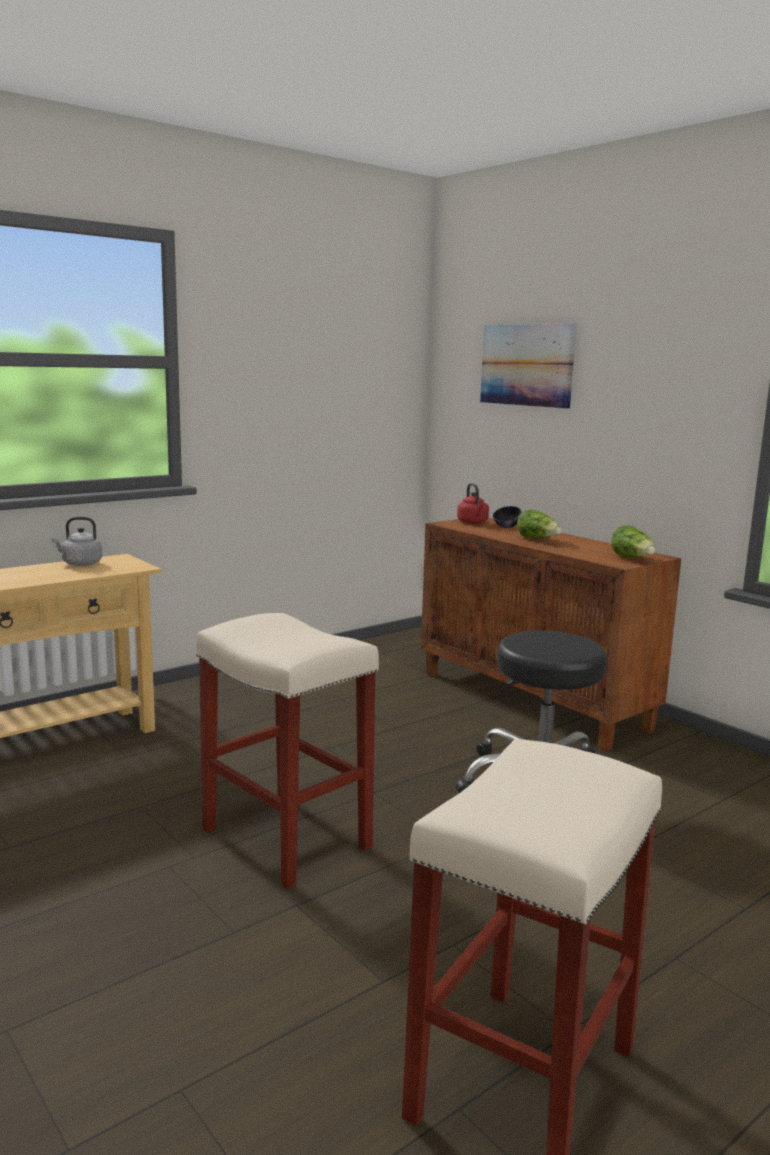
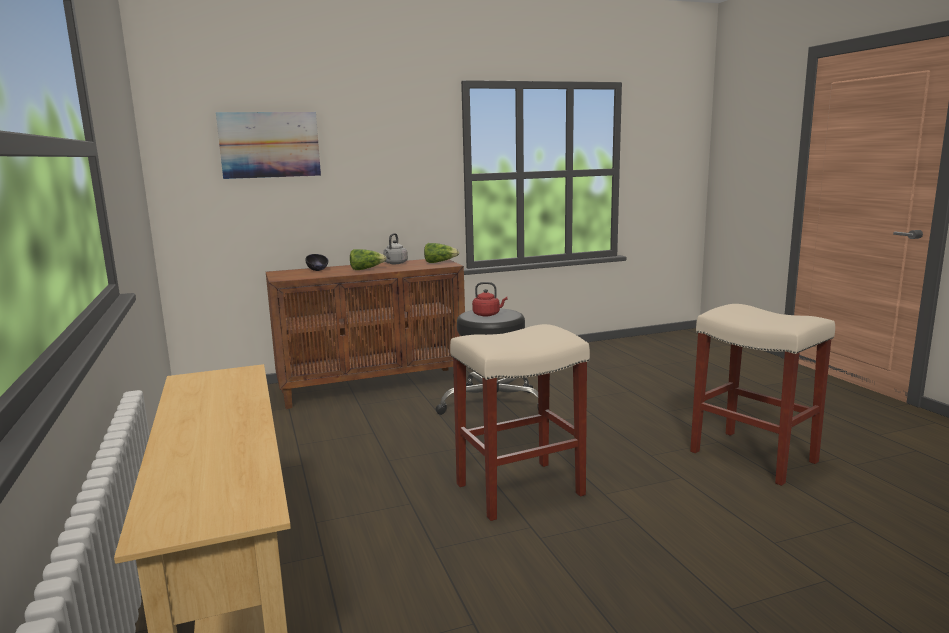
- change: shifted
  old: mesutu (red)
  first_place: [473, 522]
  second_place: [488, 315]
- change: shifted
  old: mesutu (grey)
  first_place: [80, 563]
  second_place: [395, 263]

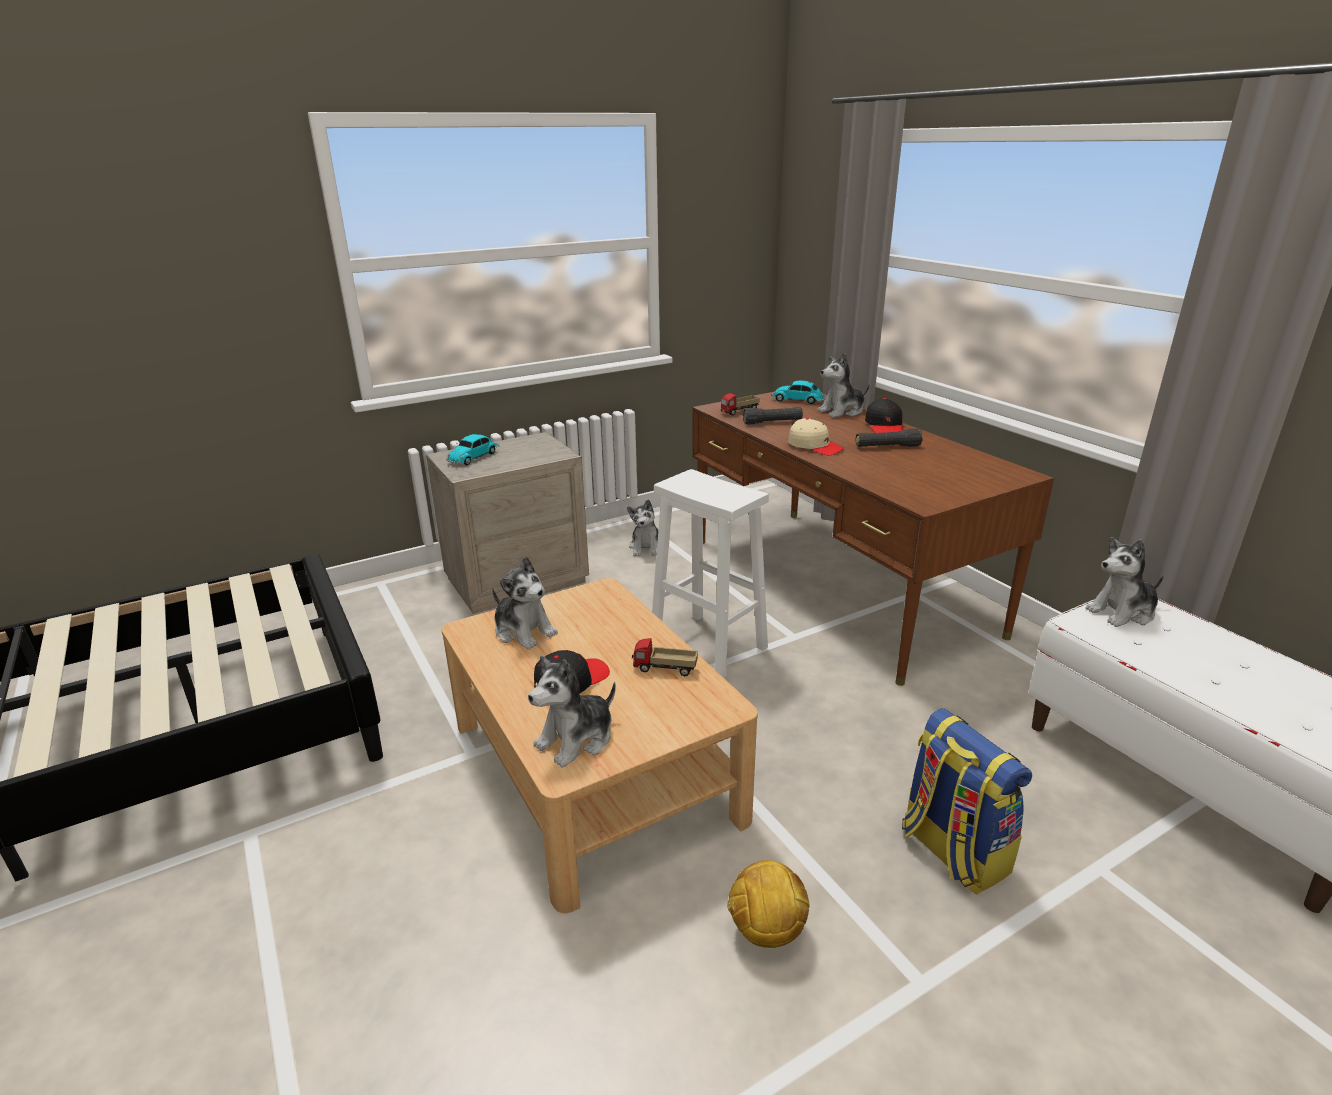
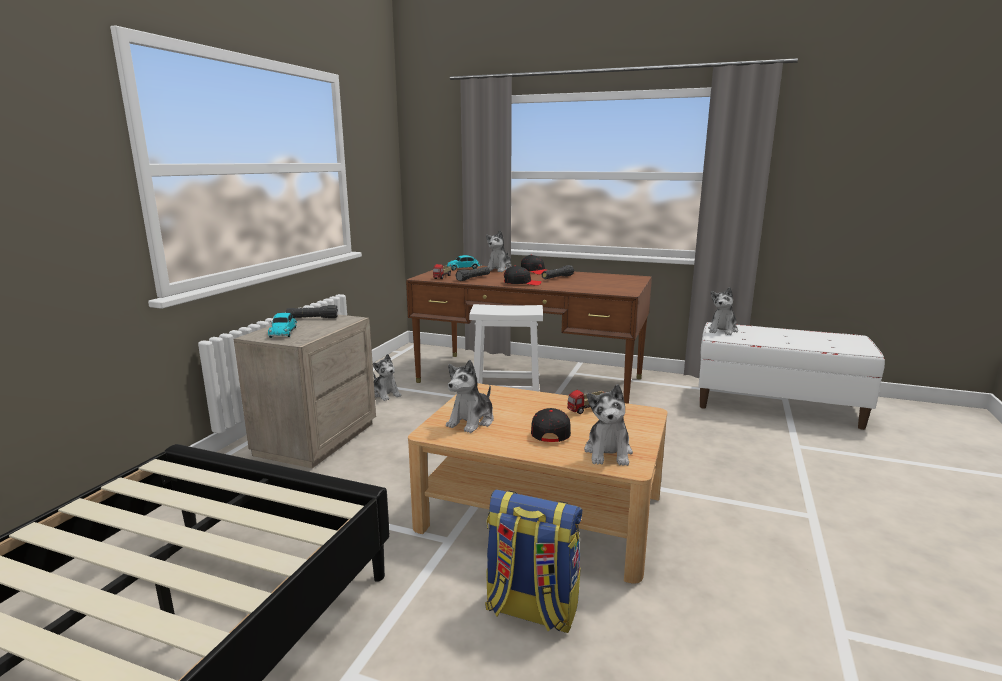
- change: repainted
  old: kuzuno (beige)
  new: kuzuno (black)
  first_place: [815, 446]
  second_place: [522, 283]
- change: rotated
  old: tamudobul
  first_place: [524, 631]
  second_place: [471, 421]
  degrees: 120
- change: shifted
  old: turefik
  first_place: [951, 851]
  second_place: [531, 610]
- change: gone
  old: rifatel
  first_place: [766, 931]
- change: new
  new: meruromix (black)
  second_place: [312, 318]

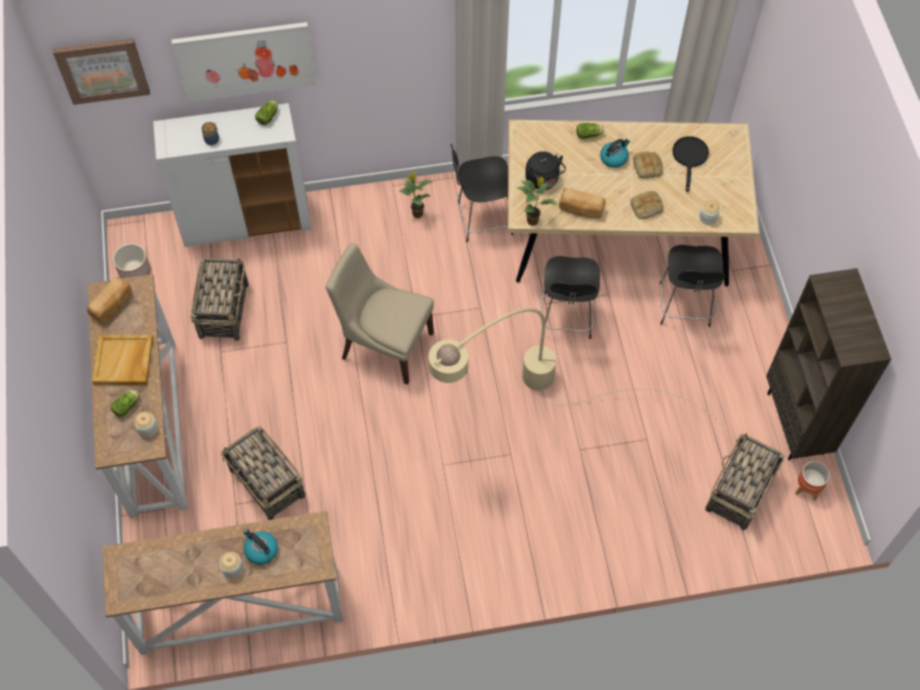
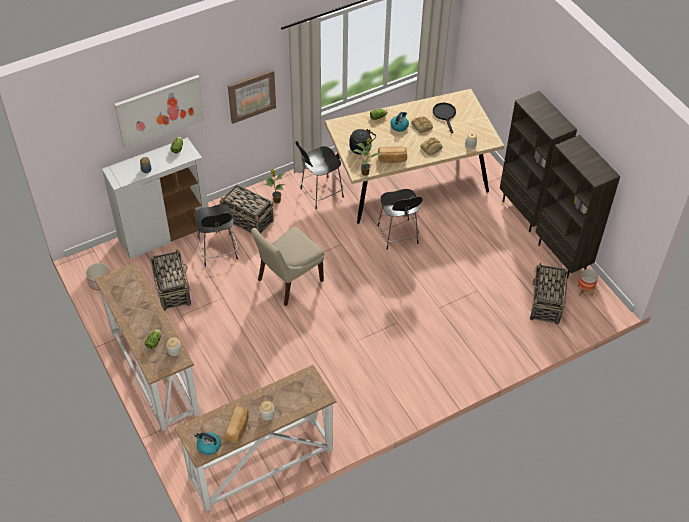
- change: shifted
  old: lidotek
  first_place: [102, 70]
  second_place: [251, 95]
- change: rotated
  old: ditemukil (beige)
  first_place: [384, 344]
  second_place: [288, 281]
  degrees: -45
- change: shifted
  old: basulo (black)
  first_place: [684, 307]
  second_place: [218, 251]
- change: shifted
  old: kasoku
  first_place: [113, 305]
  second_place: [238, 428]
- change: gone
  old: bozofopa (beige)
  first_place: [524, 412]
- change: gone
  old: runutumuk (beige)
  first_place: [124, 361]
- change: shifted
  old: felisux
  first_place: [267, 483]
  second_place: [248, 220]
- change: shifted
  old: mesutu
  first_place: [261, 550]
  second_place: [208, 446]
- change: new
  new: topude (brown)
  second_place: [526, 212]

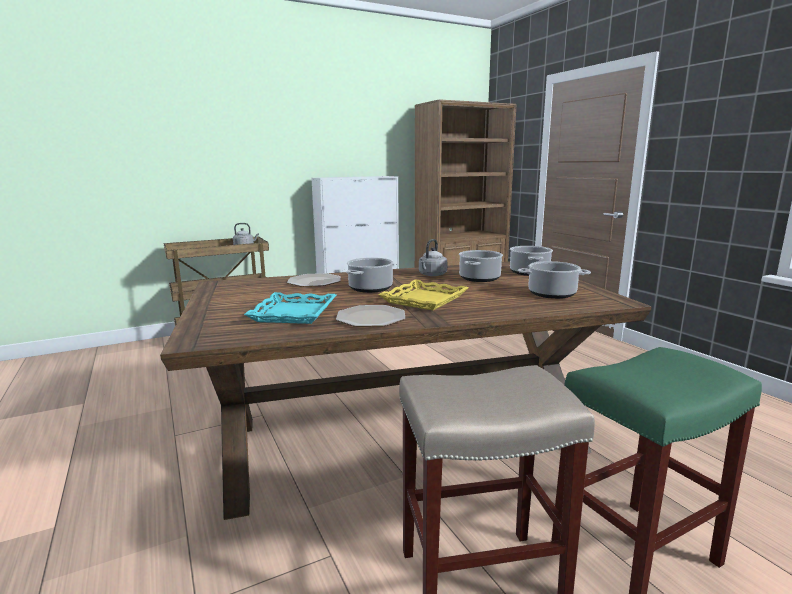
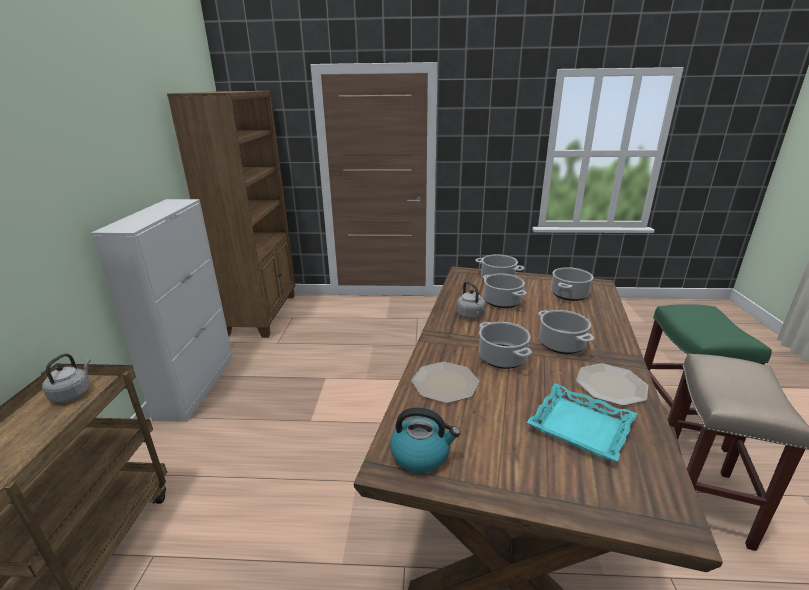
- change: swapped
  old: runutumuk (yellow)
  new: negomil
  first_place: [424, 300]
  second_place: [562, 344]
- change: new
  new: mesutu
  second_place: [421, 454]

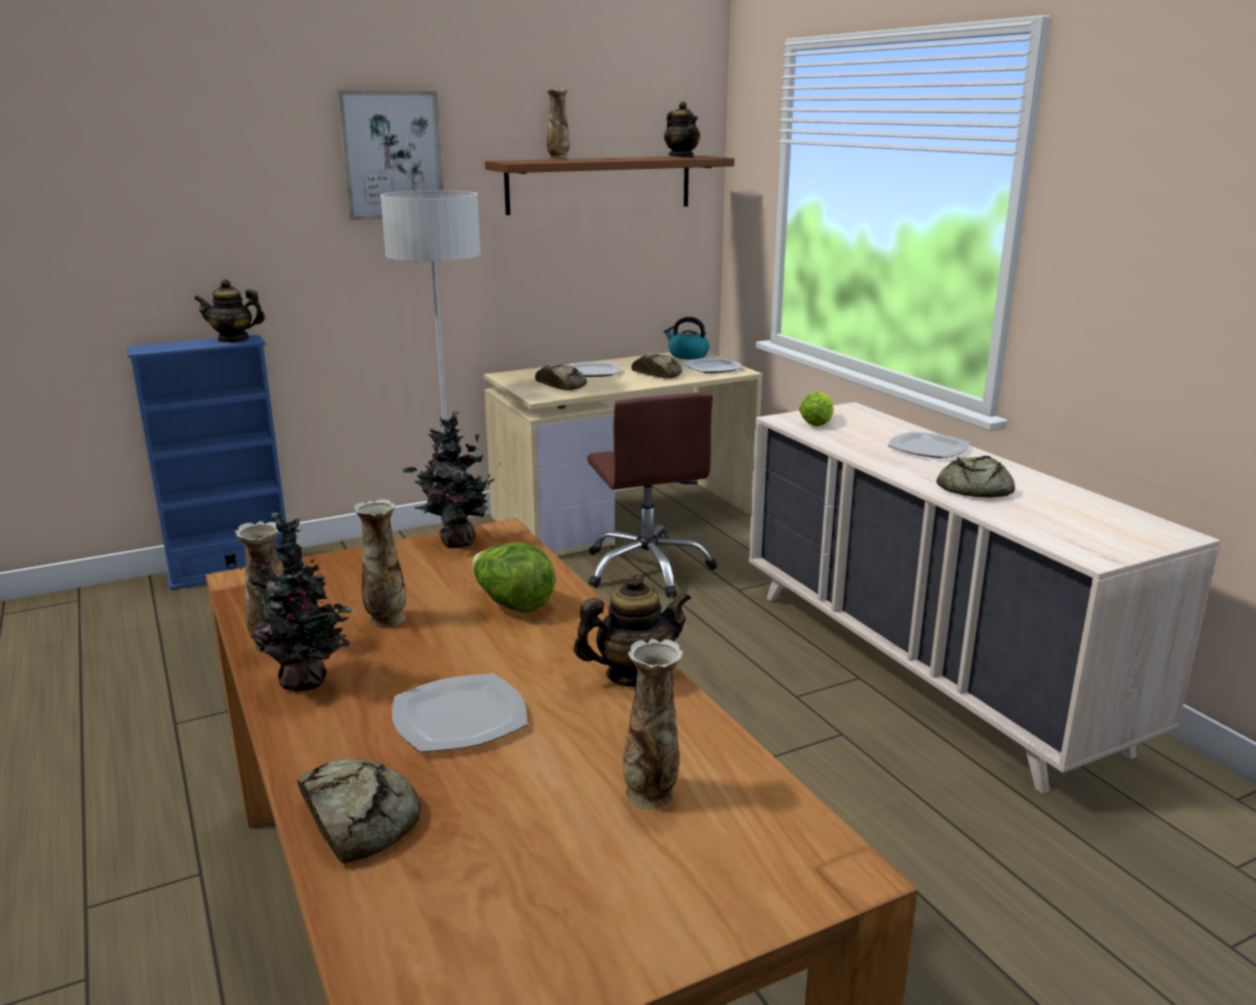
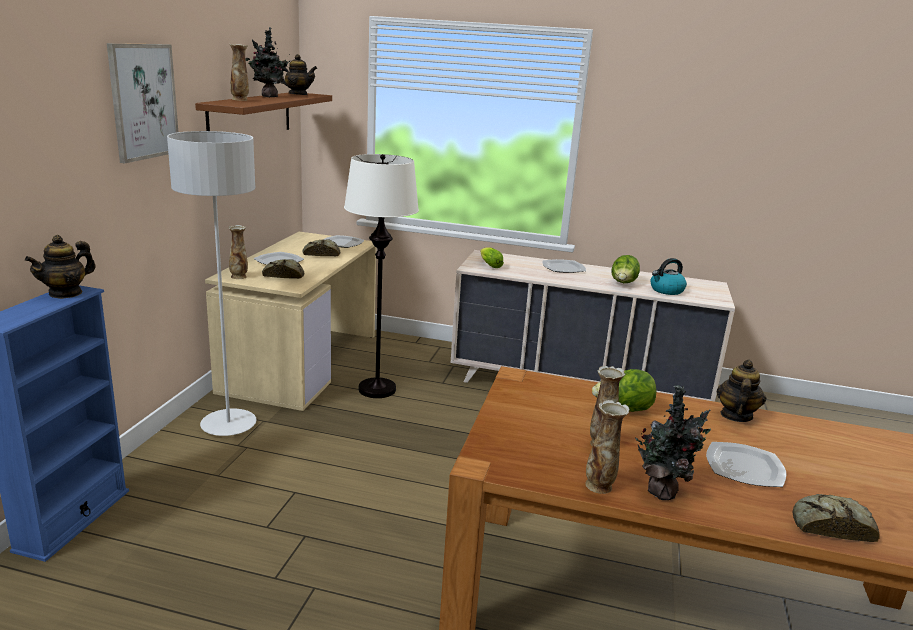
- change: shifted
  old: mesutu
  first_place: [687, 355]
  second_place: [666, 290]
- change: swapped
  old: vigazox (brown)
  new: bozofopa (white)
  first_place: [648, 568]
  second_place: [377, 389]
- change: shifted
  old: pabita
  first_place: [455, 543]
  second_place: [268, 96]
- change: swapped
  old: kasoku
  new: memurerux
  first_place: [972, 488]
  second_place: [623, 284]
- change: shifted
  old: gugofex
  first_place: [651, 793]
  second_place: [239, 277]

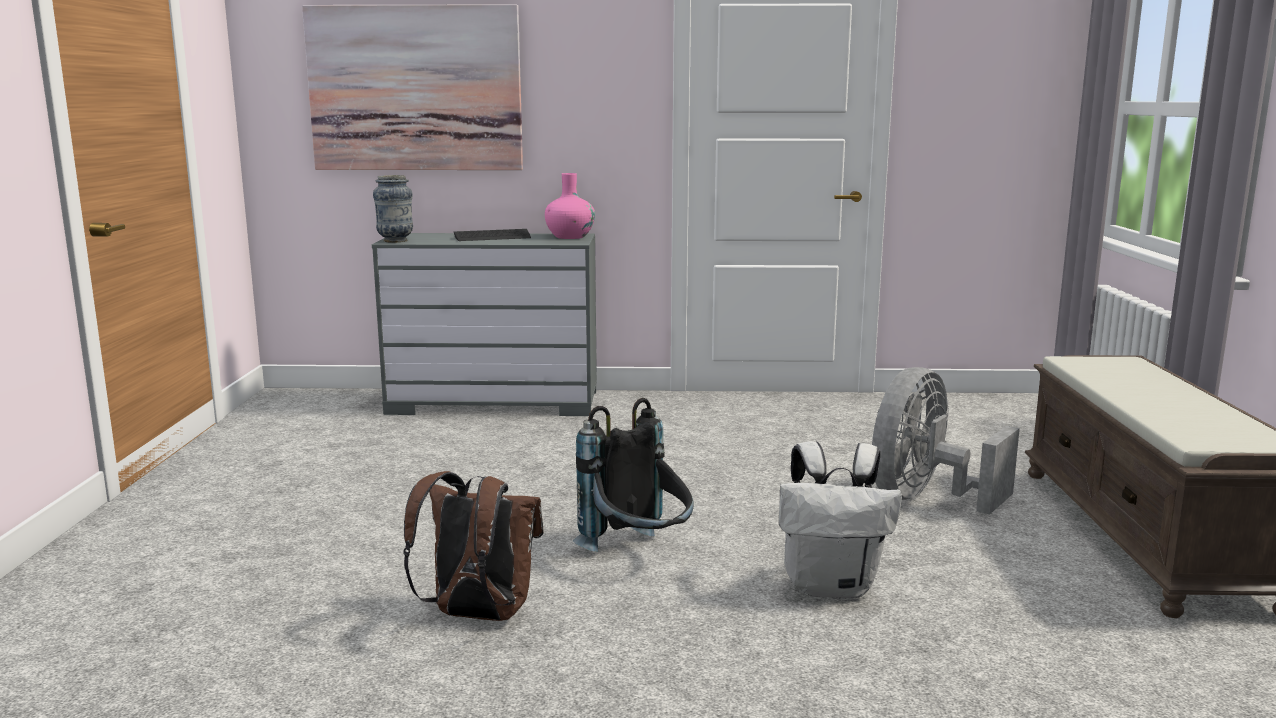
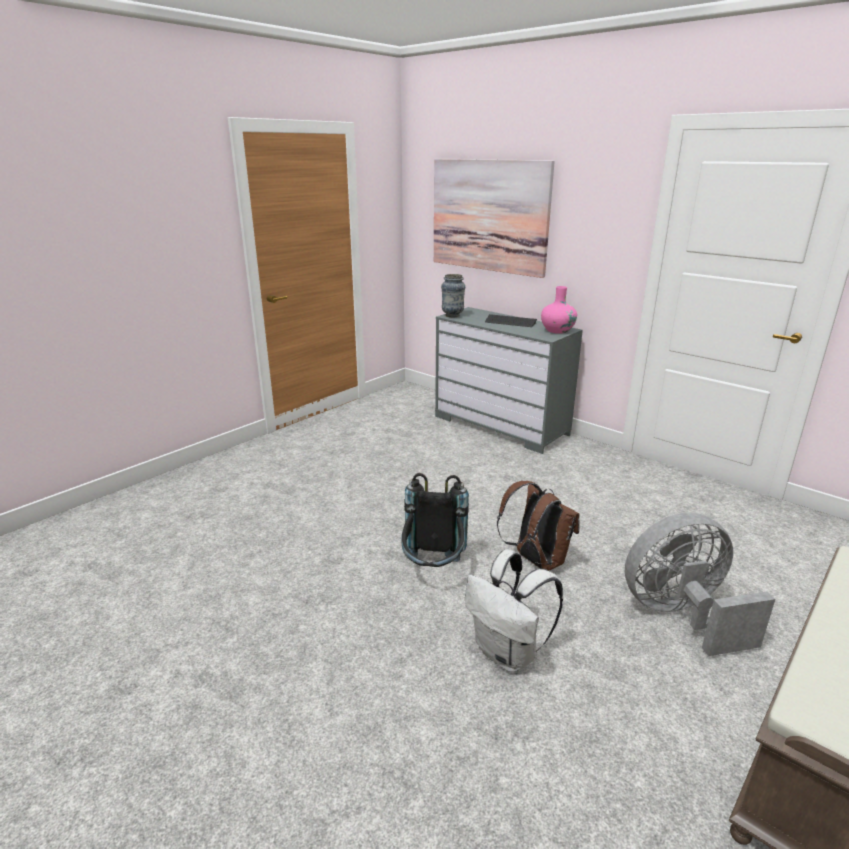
- change: shifted
  old: turefik (brown)
  first_place: [477, 615]
  second_place: [536, 561]

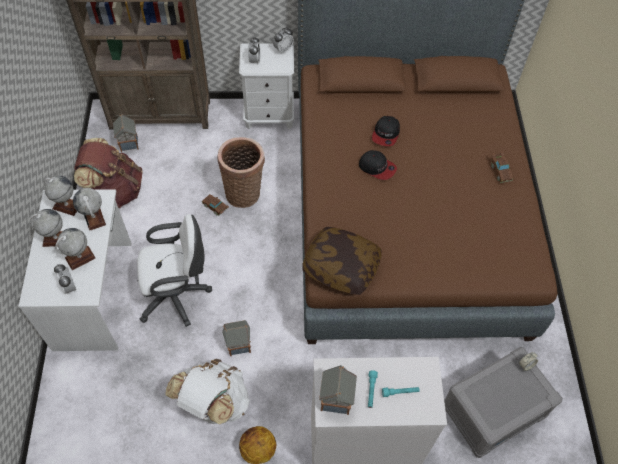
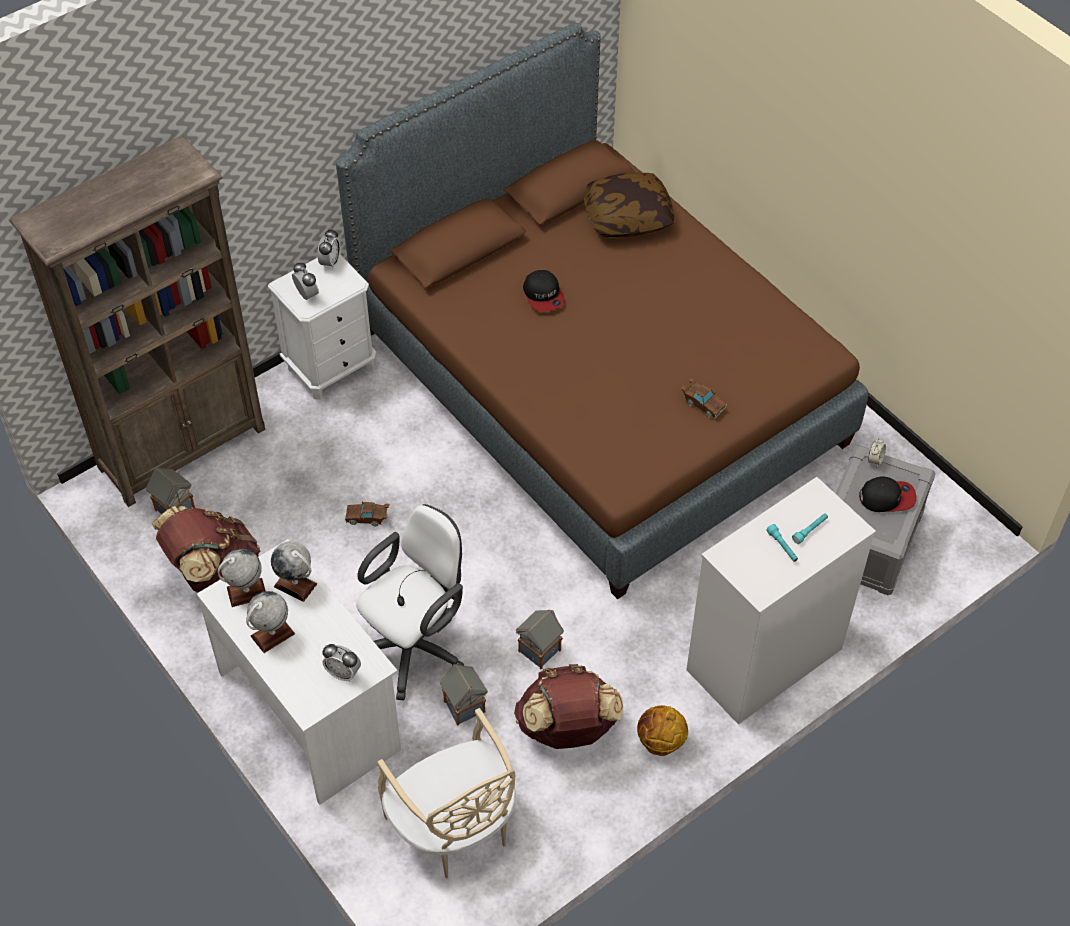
- change: gone
  old: felisux
  first_place: [244, 192]
- change: shifted
  old: kuzuno
  first_place: [377, 167]
  second_place: [887, 497]
- change: shifted
  old: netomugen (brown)
  first_place: [500, 171]
  second_place: [702, 404]
- change: shifted
  old: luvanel
  first_place: [341, 266]
  second_place: [627, 217]
- change: gone
  old: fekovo
  first_place: [80, 258]
- change: repainted
  old: turefik (white)
  new: turefik (brown)
  first_place: [213, 403]
  second_place: [568, 729]
- change: shifted
  old: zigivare
  first_place: [336, 400]
  second_place: [465, 707]
- change: new
  new: ditemukil (beige)
  second_place: [454, 828]

